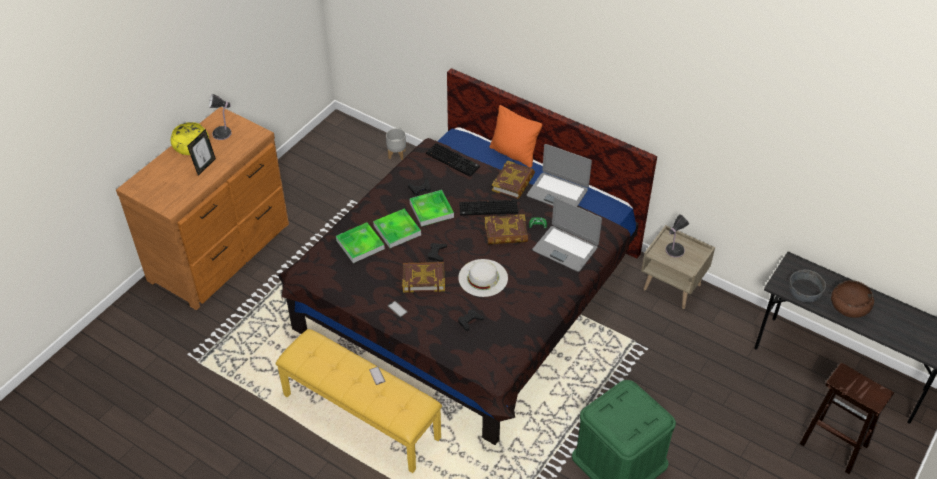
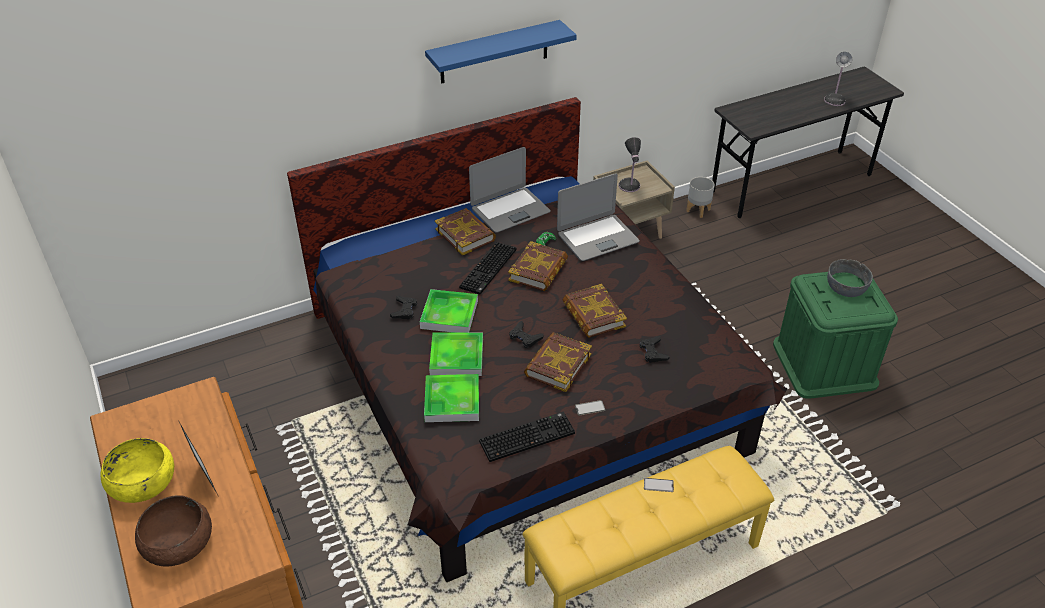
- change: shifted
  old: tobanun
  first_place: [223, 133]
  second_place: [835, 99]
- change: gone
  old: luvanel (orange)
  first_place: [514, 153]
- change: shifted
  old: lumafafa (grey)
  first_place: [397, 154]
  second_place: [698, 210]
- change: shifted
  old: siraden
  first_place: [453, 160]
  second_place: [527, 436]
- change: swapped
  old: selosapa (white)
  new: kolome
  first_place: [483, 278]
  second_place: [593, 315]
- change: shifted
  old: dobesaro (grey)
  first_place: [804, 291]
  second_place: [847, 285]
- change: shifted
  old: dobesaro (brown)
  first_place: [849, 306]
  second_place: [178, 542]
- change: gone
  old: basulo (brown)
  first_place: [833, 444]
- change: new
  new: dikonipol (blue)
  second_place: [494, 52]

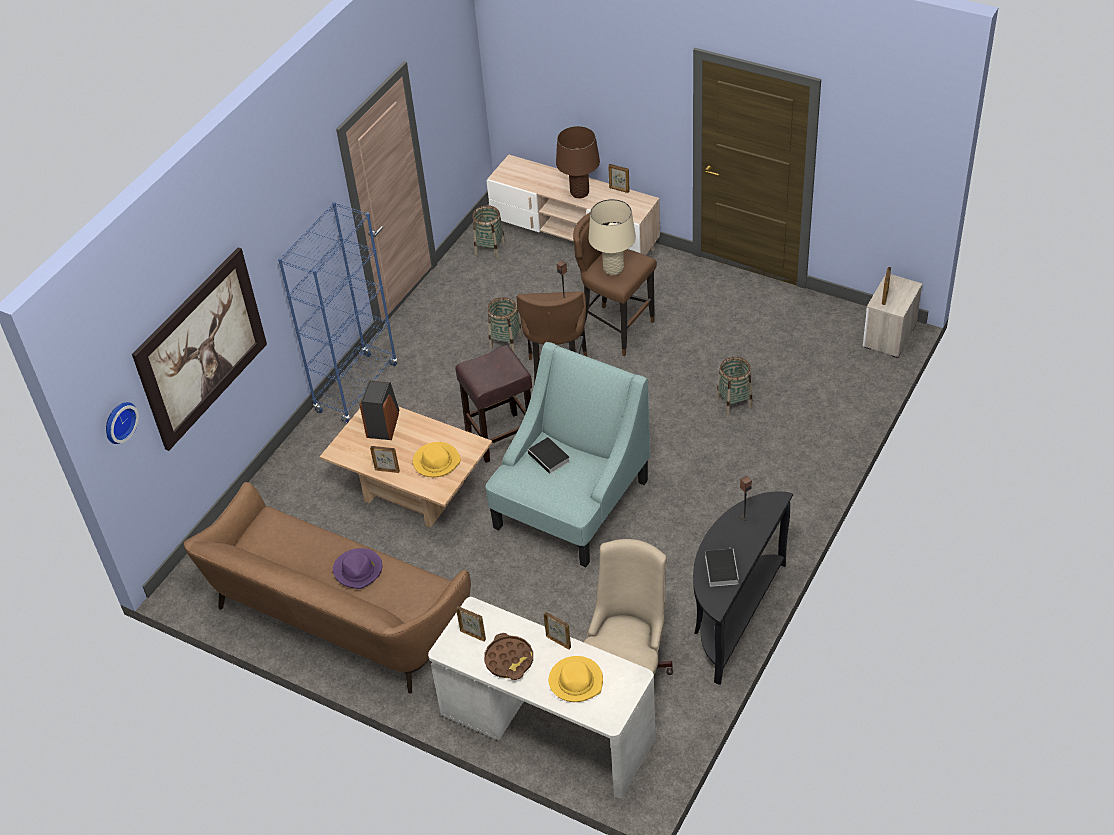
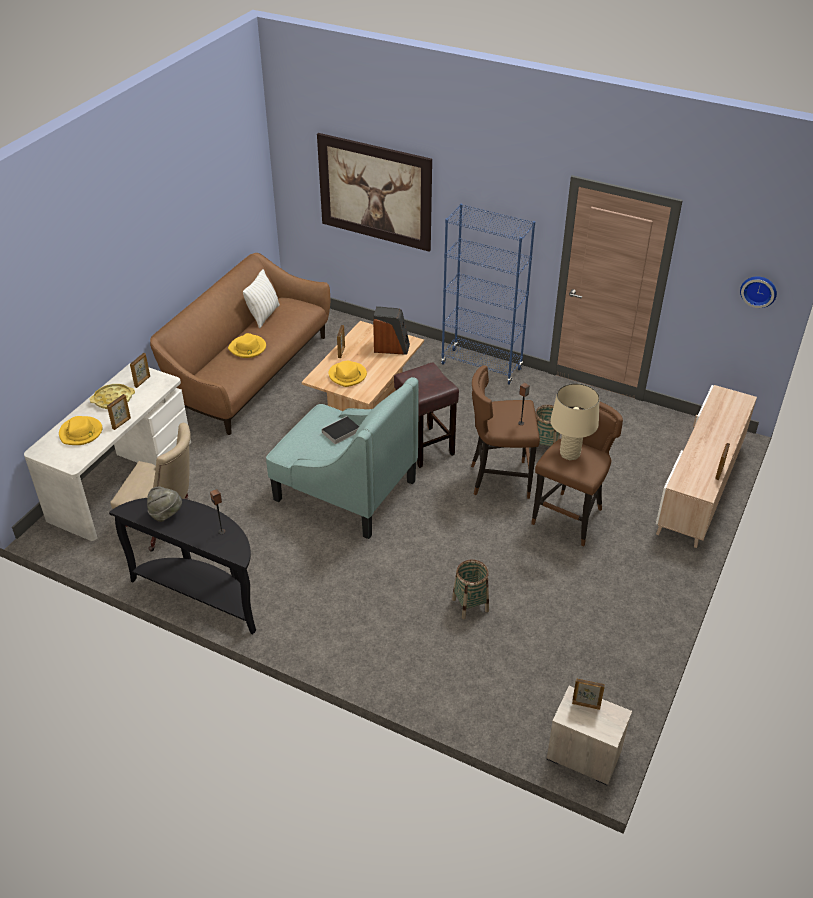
- change: gone
  old: tobanun (brown)
  first_place: [579, 193]
- change: gone
  old: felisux
  first_place: [490, 248]
- change: shifted
  old: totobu
  first_place: [118, 421]
  second_place: [759, 290]
- change: swapped
  old: kolome
  new: selosapa (grey)
  first_place: [721, 568]
  second_place: [166, 514]
- change: repainted
  old: selosapa (purple)
  new: selosapa (yellow)
  first_place: [358, 570]
  second_place: [248, 348]
- change: repainted
  old: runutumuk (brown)
  new: runutumuk (yellow)
  first_place: [509, 660]
  second_place: [113, 399]
- change: new
  new: luvanel (white)
  second_place: [264, 315]

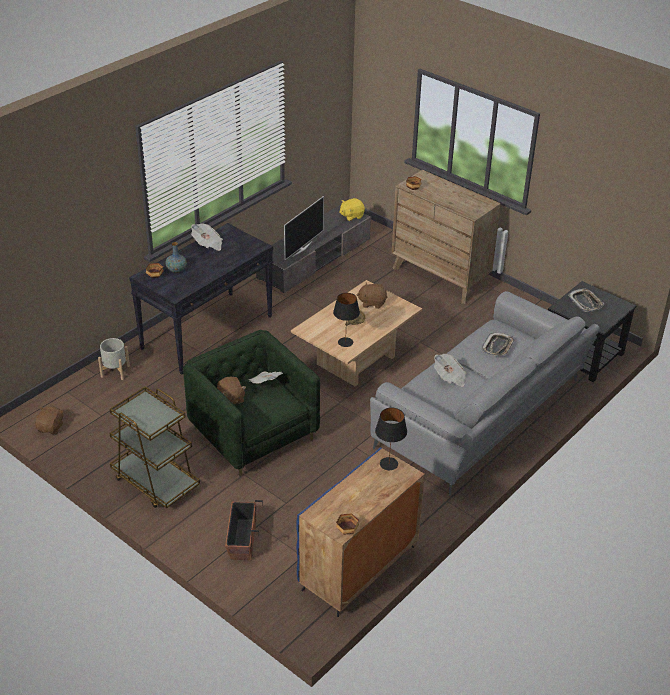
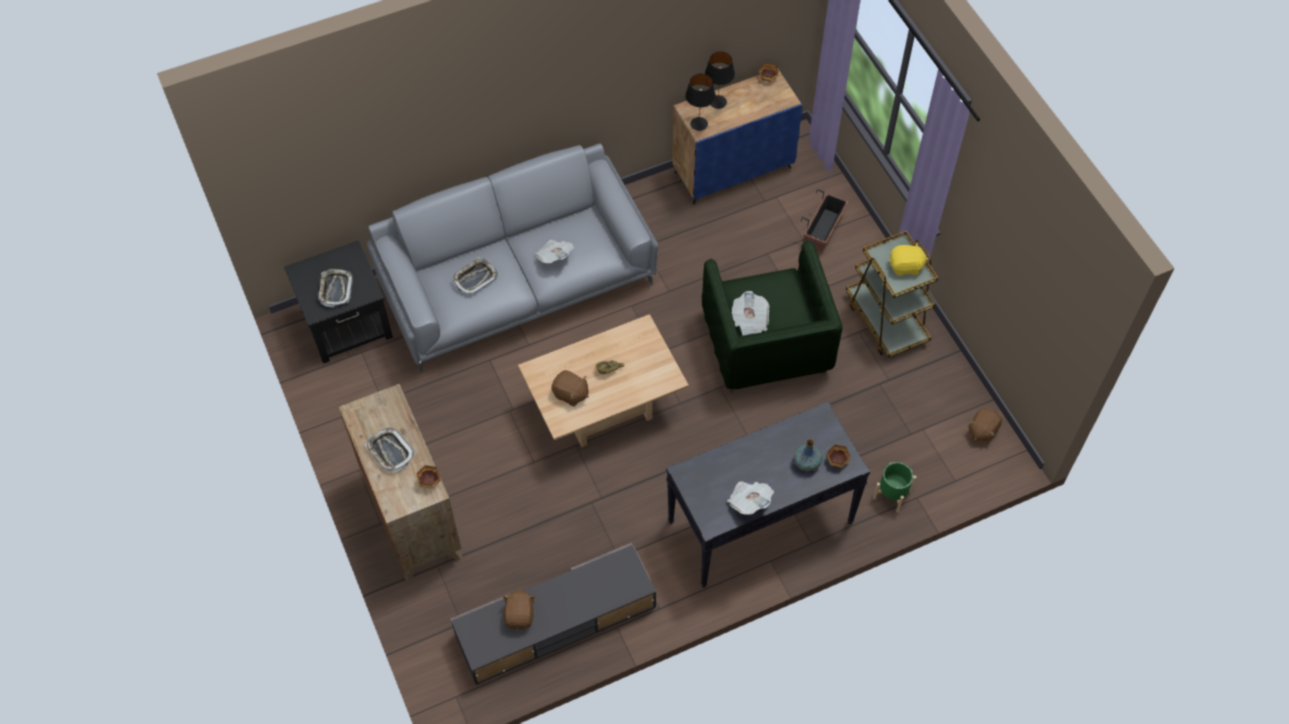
- change: gone
  old: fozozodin
  first_place: [301, 249]
- change: shifted
  old: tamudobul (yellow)
  first_place: [351, 216]
  second_place: [906, 267]
- change: shifted
  old: tobanun (black)
  first_place: [345, 342]
  second_place: [718, 102]
- change: repainted
  old: lumafafa (grey)
  new: lumafafa (green)
  first_place: [115, 371]
  second_place: [892, 494]
- change: shifted
  old: tamudobul (brown)
  first_place: [231, 399]
  second_place: [520, 615]
- change: new
  new: runutumuk
  second_place: [390, 451]

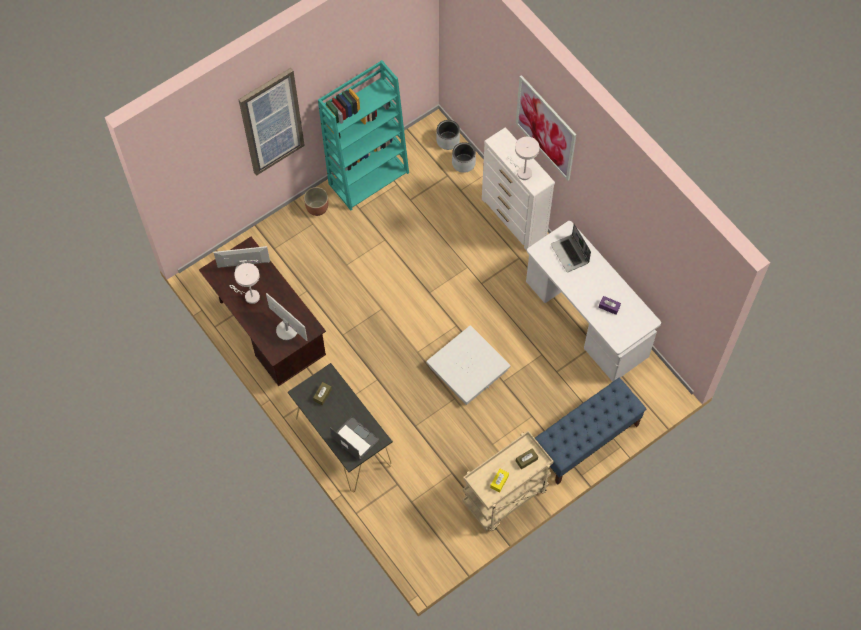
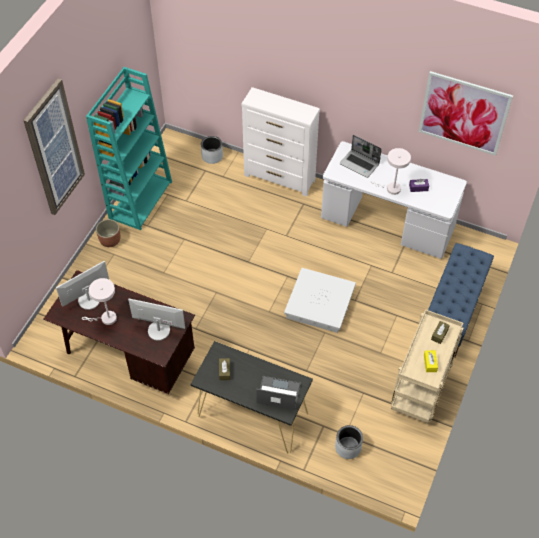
- change: shifted
  old: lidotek
  first_place: [545, 128]
  second_place: [464, 113]
- change: shifted
  old: lumafafa (grey)
  first_place: [447, 140]
  second_place: [347, 447]
- change: shifted
  old: tobanun (white)
  first_place: [522, 172]
  second_place: [391, 188]

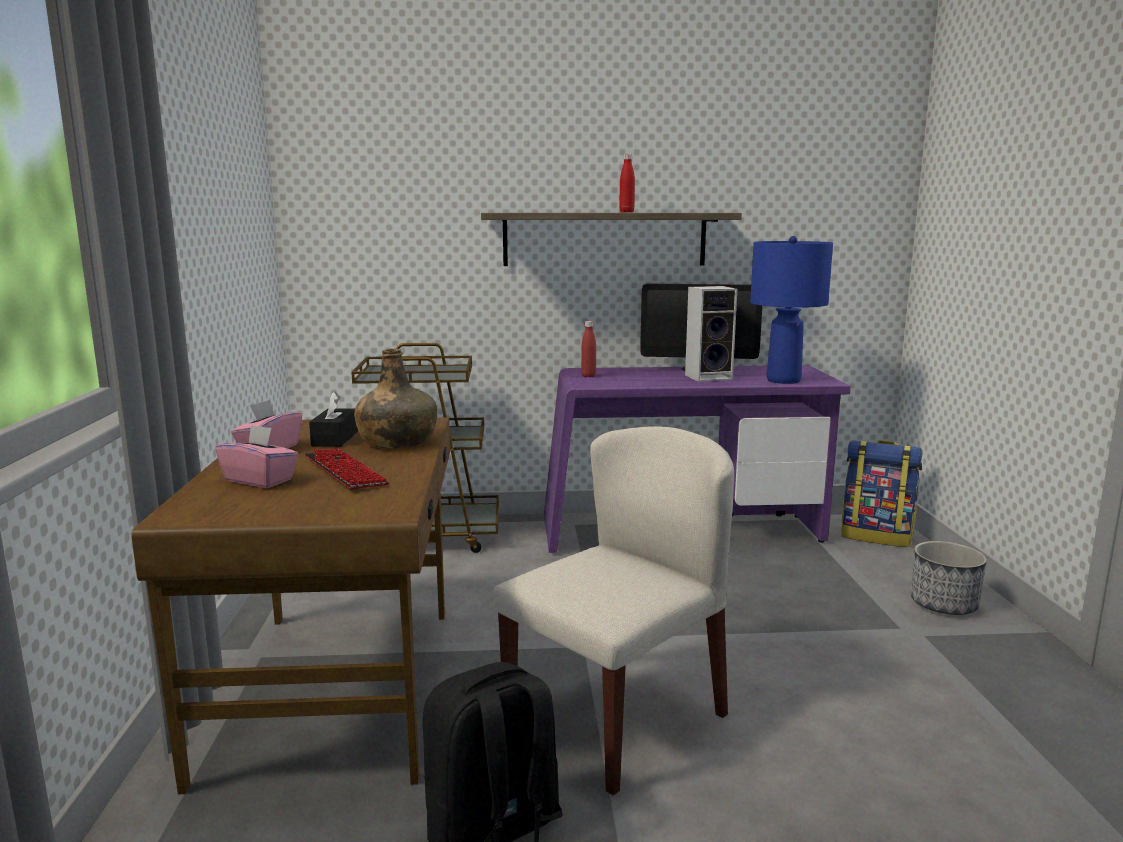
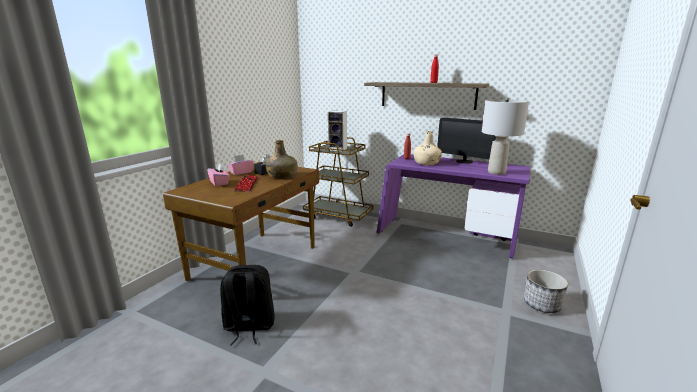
- change: repainted
  old: tobanun (blue)
  new: tobanun (grey)
  first_place: [784, 380]
  second_place: [496, 172]
- change: shifted
  old: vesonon
  first_place: [709, 377]
  second_place: [338, 149]
- change: gone
  old: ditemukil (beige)
  first_place: [617, 718]
- change: gone
  old: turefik
  first_place: [877, 536]
- change: new
  new: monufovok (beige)
  second_place: [426, 163]

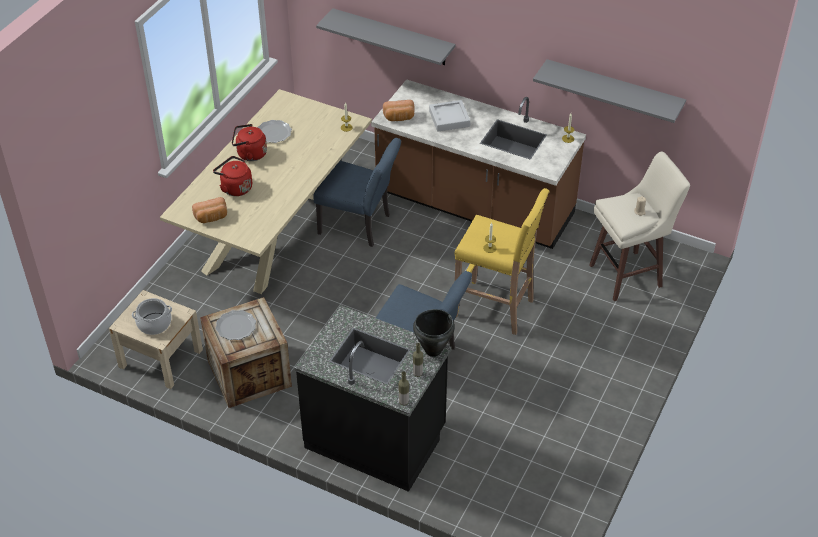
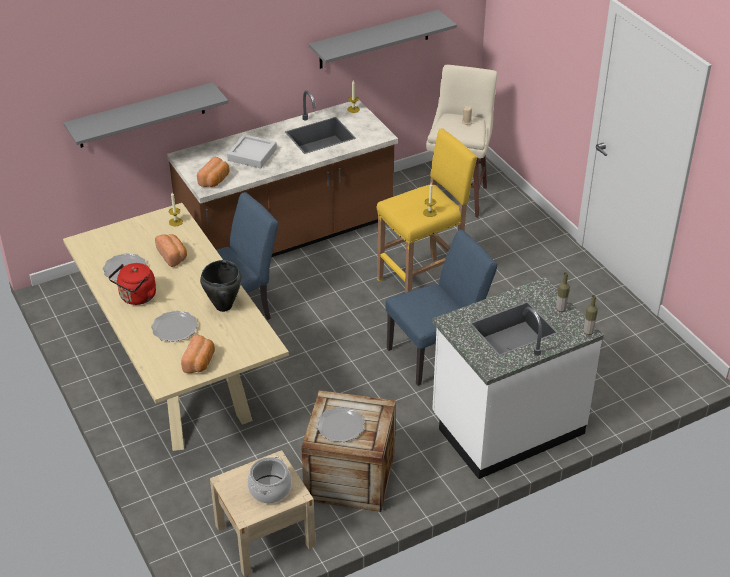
- change: swapped
  old: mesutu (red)
  new: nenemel
  first_place: [235, 188]
  second_place: [174, 328]
- change: repainted
  old: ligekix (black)
  new: ligekix (white)
  first_place: [376, 438]
  second_place: [506, 425]
- change: shifted
  old: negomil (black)
  first_place: [432, 350]
  second_place: [223, 306]
- change: new
  new: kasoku
  second_place: [173, 256]

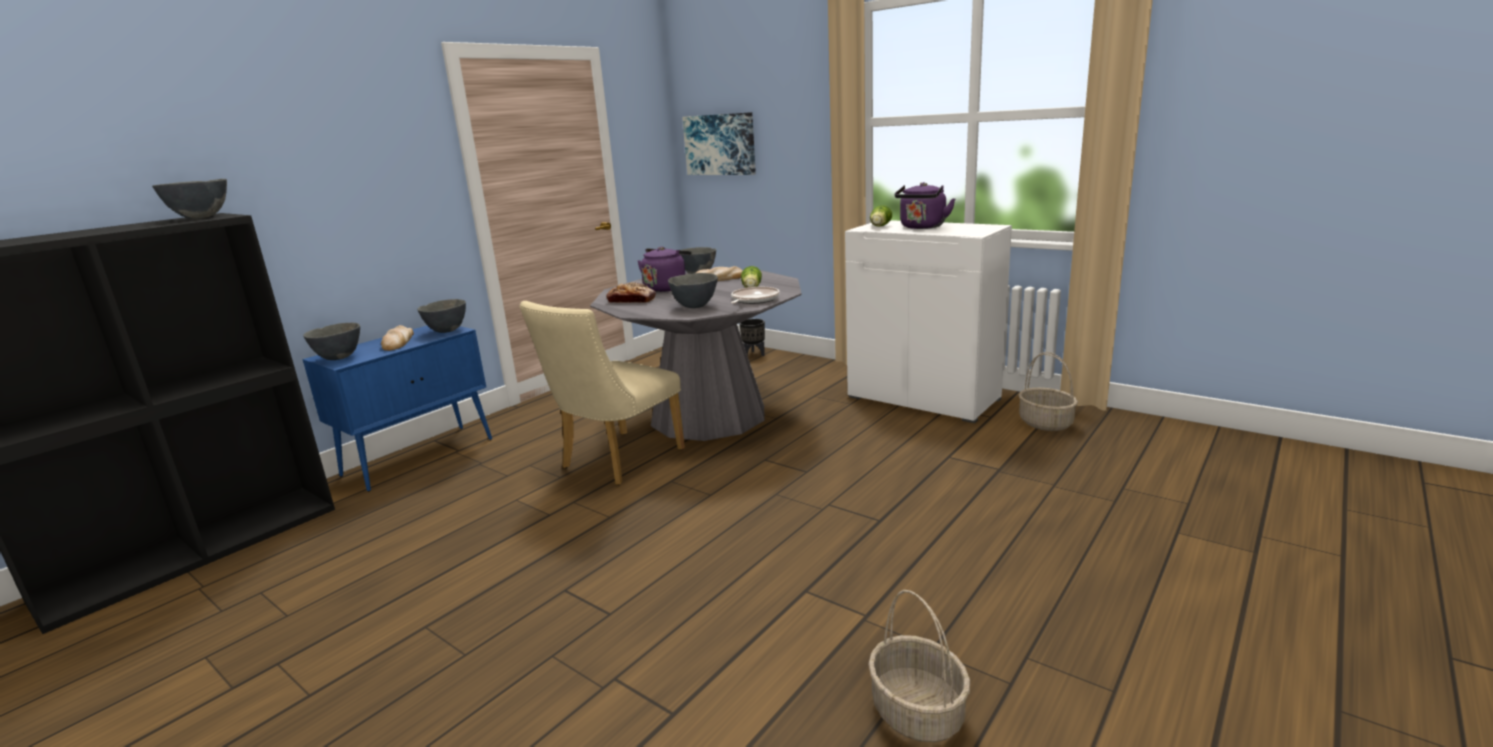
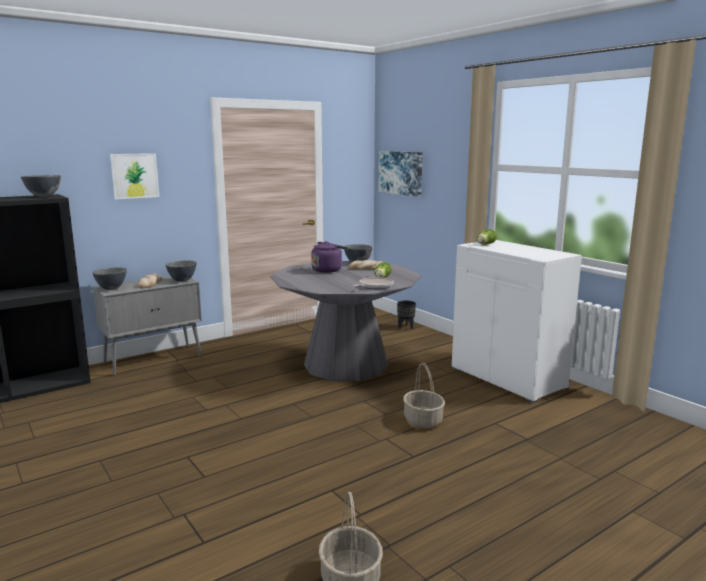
- change: gone
  old: mesutu (purple)
  first_place: [922, 227]
- change: gone
  old: dobesaro (grey)
  first_place: [695, 306]
- change: gone
  old: kasoku
  first_place: [632, 300]
- change: gone
  old: ditemukil (beige)
  first_place: [616, 462]
- change: repainted
  old: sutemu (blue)
  new: sutemu (grey)
  first_place: [420, 456]
  second_place: [154, 359]
- change: shifted
  old: felisux
  first_place: [1046, 423]
  second_place: [423, 421]
- change: new
  new: lidotek
  second_place: [134, 176]

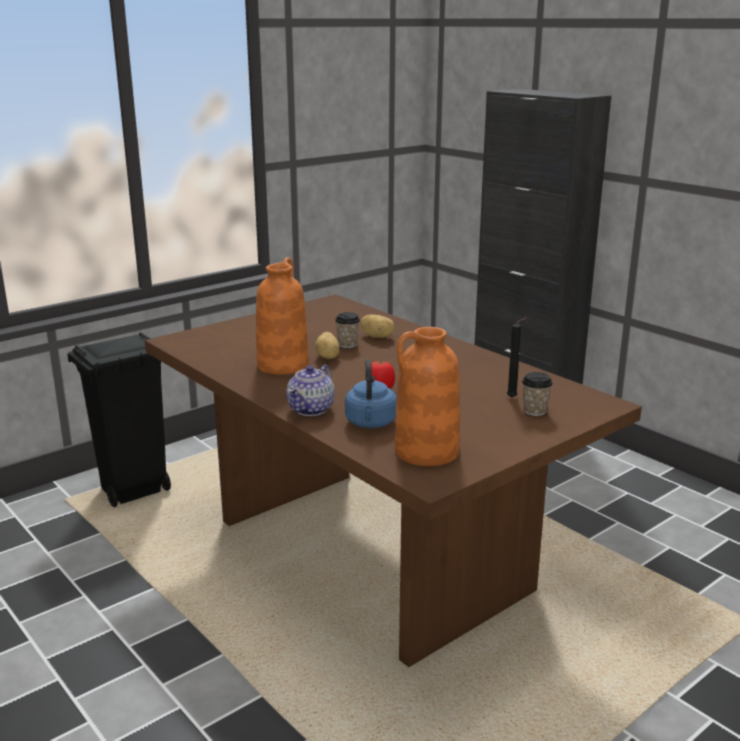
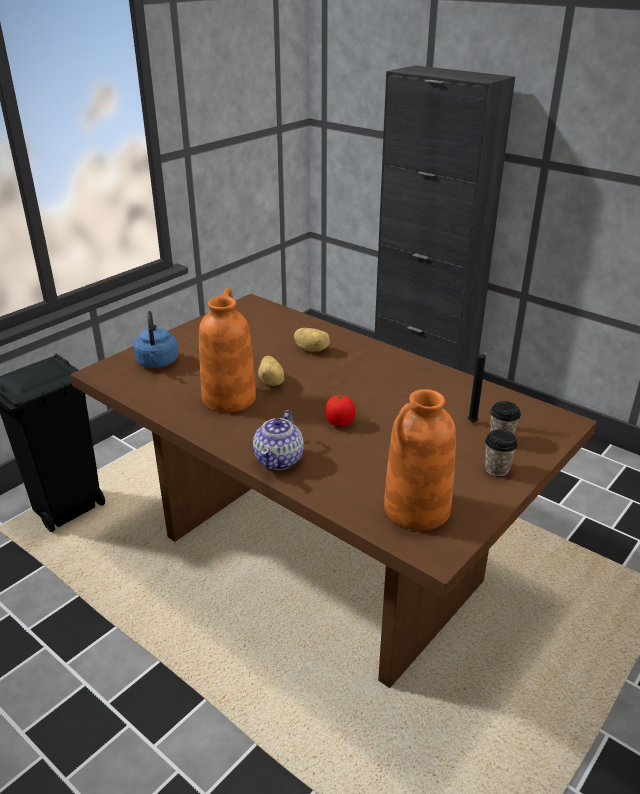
- change: shifted
  old: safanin
  first_place: [347, 345]
  second_place: [496, 469]
- change: shifted
  old: mesutu (blue)
  first_place: [370, 423]
  second_place: [157, 363]

